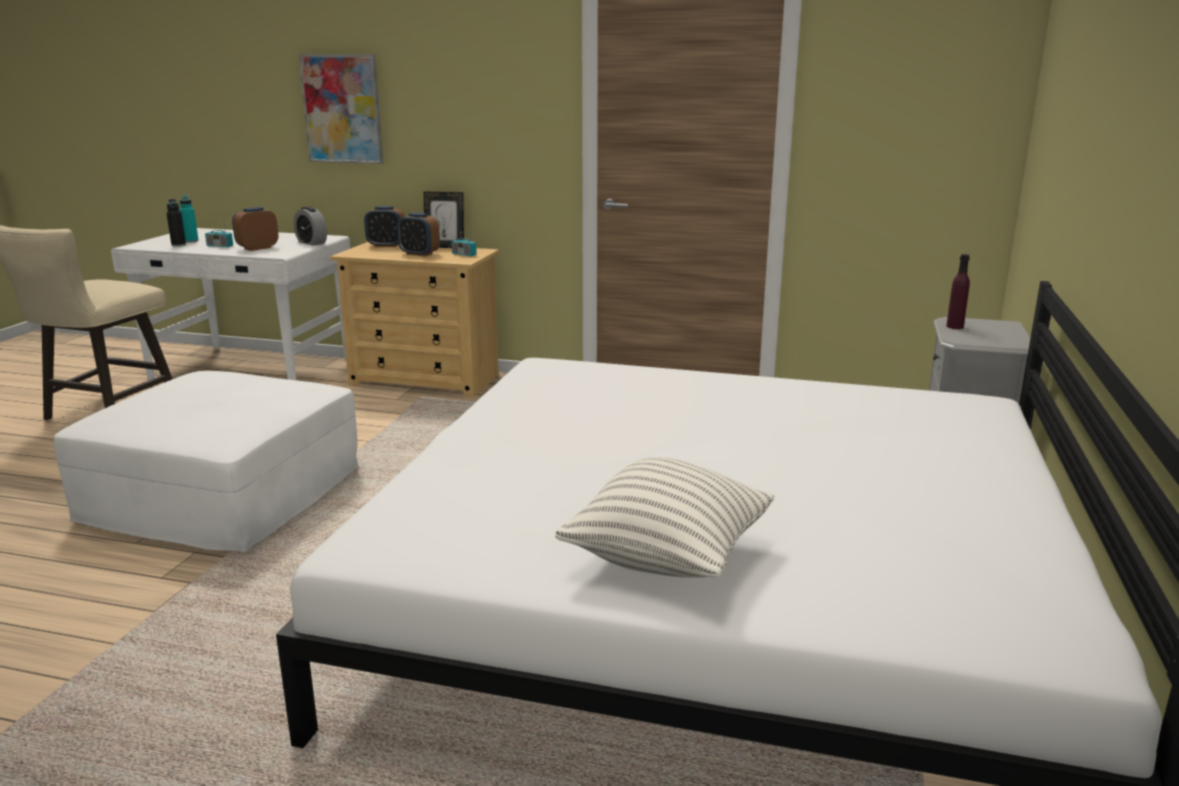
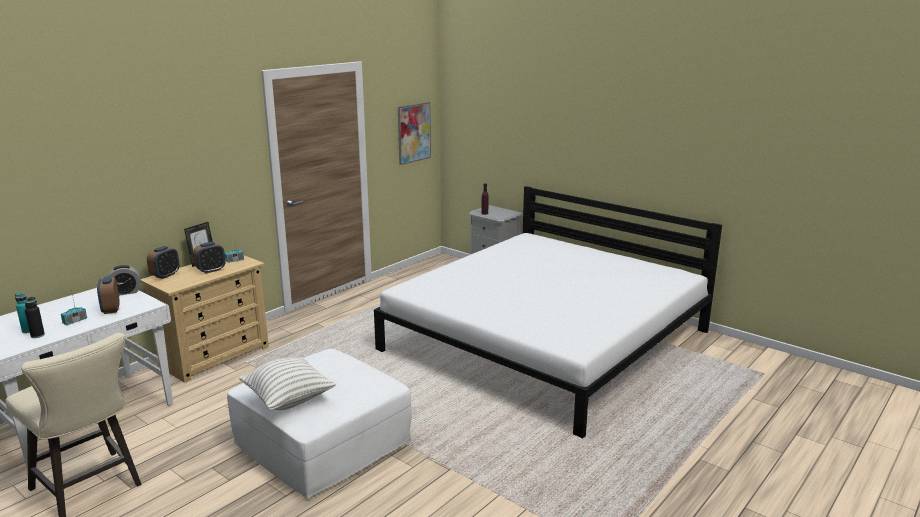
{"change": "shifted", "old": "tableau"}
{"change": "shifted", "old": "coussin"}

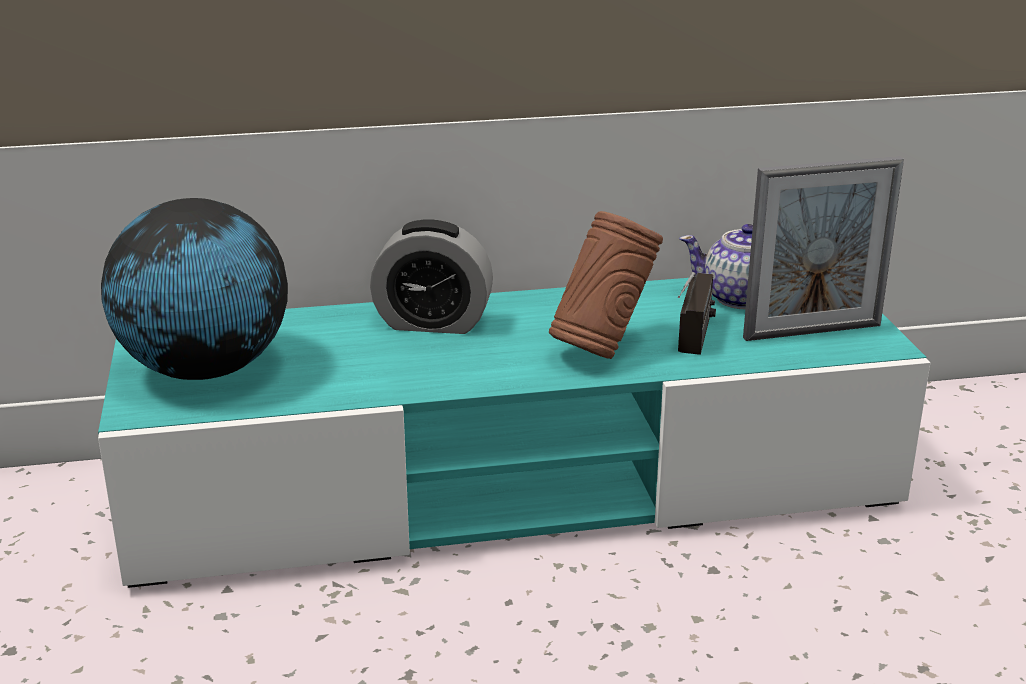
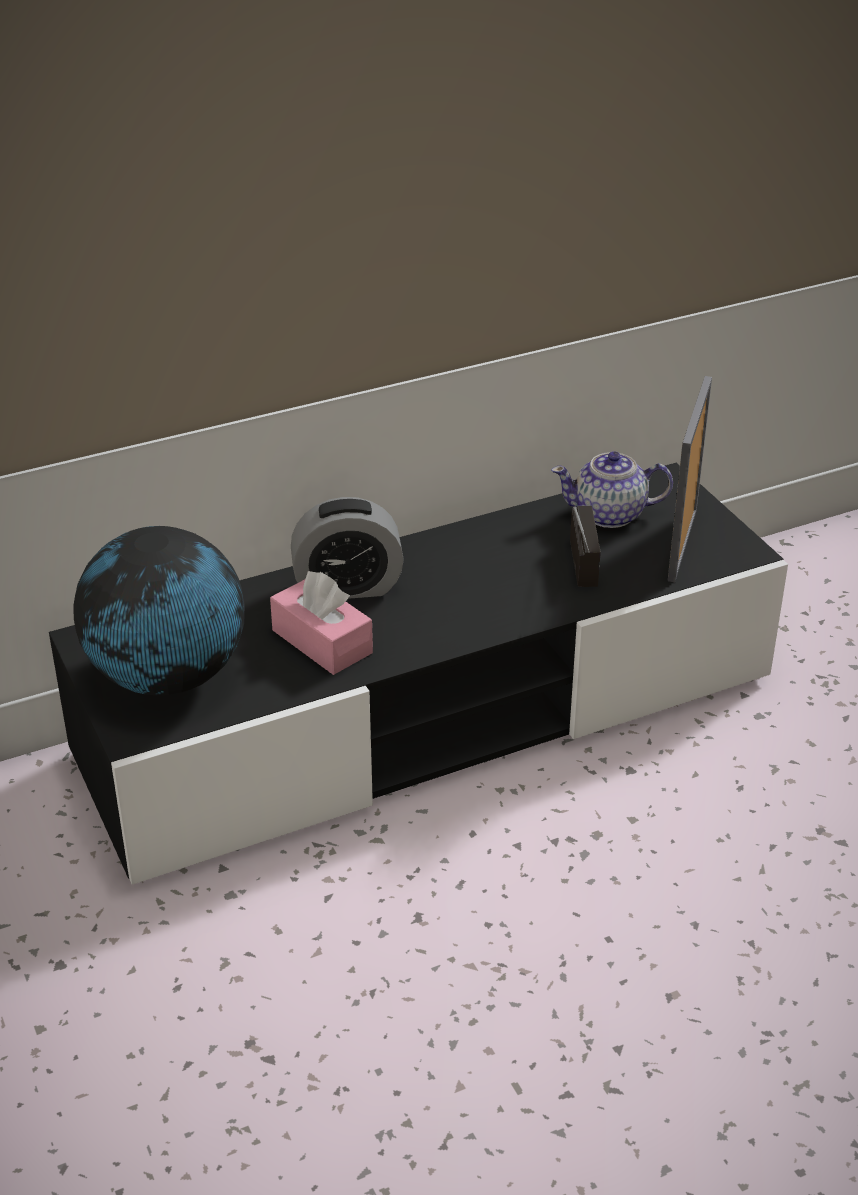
{"change": "rotated", "old": "cadre photo", "degrees": 135}
{"change": "gone", "old": "vase [marron]"}
{"change": "repainted", "old": "meuble télé [turquoise]", "new": "meuble télé [noir]"}
{"change": "new", "new": "boîte à mouchoirs [rose]"}

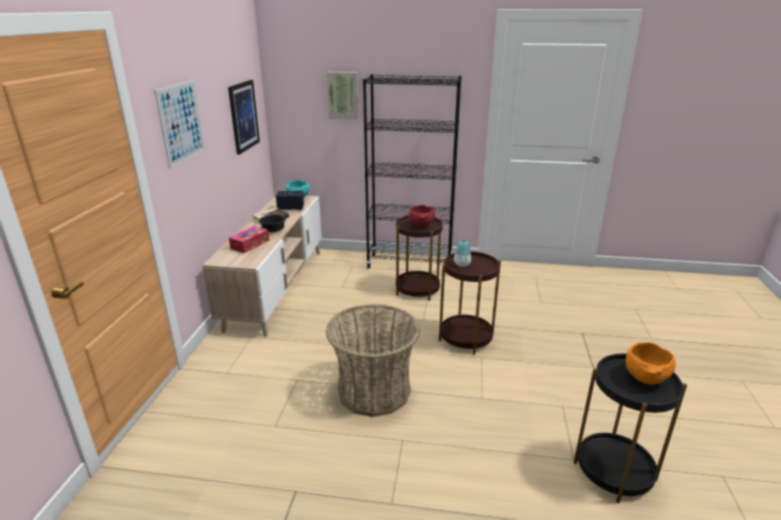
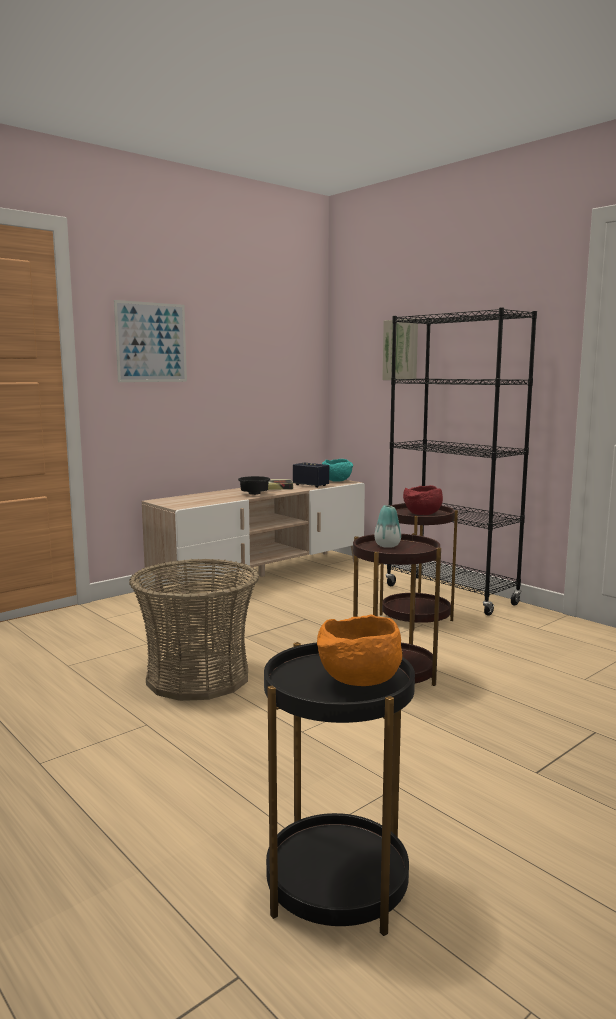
{"change": "gone", "old": "tableau (no. 2 from left)"}
{"change": "gone", "old": "boîte à mouchoirs"}

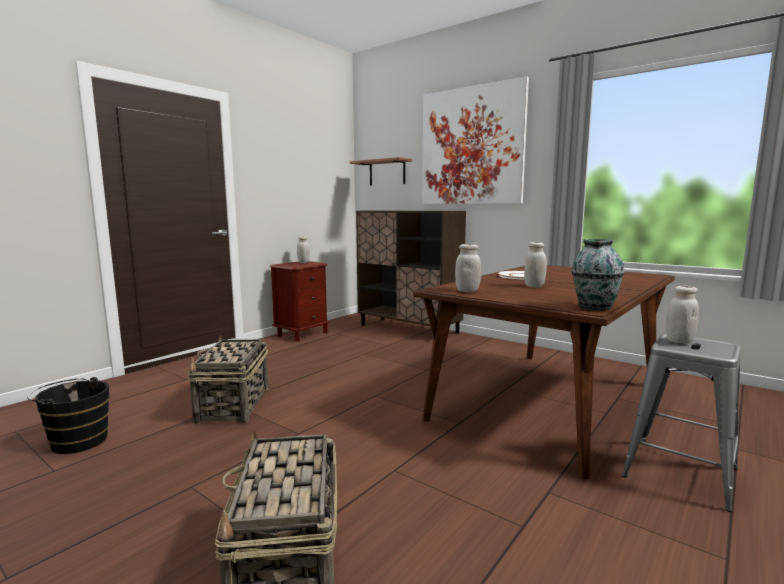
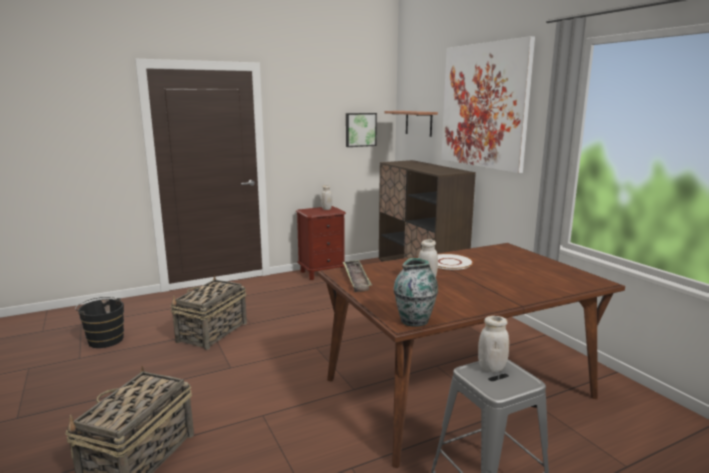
{"change": "swapped", "old": "bocal [blanc] (no. 2 from left)", "new": "plateau"}
{"change": "new", "new": "tableau (no. 1 from left)"}

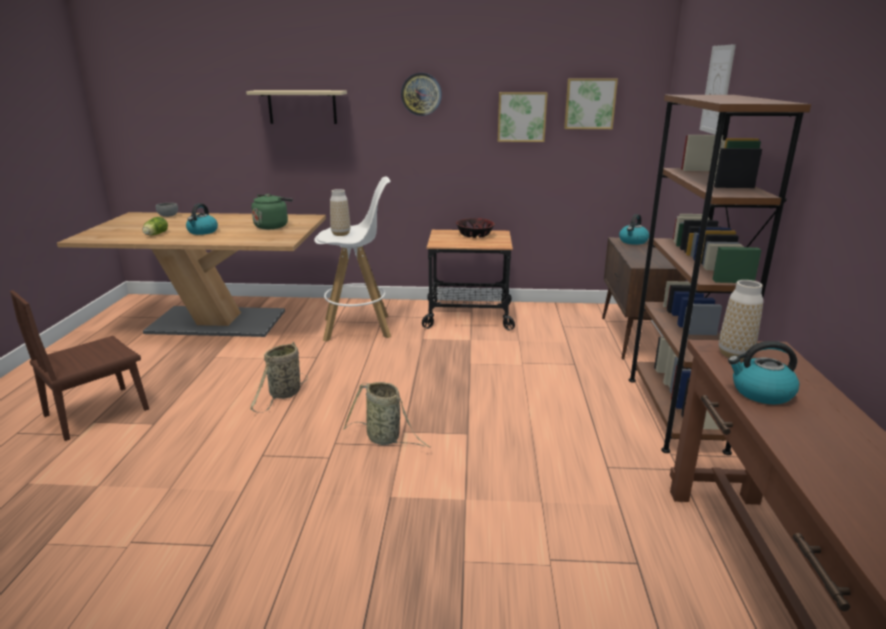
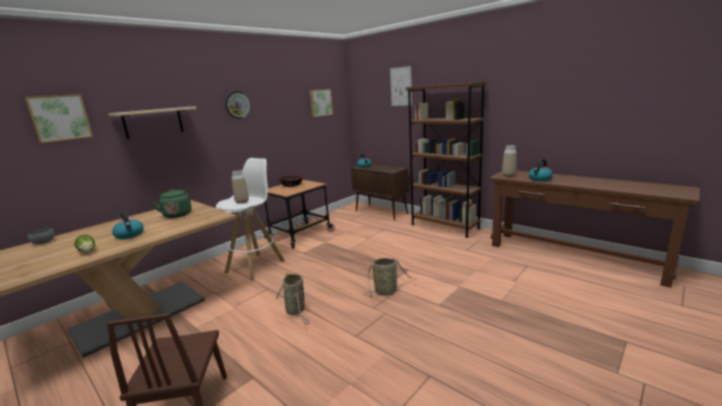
{"change": "shifted", "old": "tableau (no. 1 from left)"}

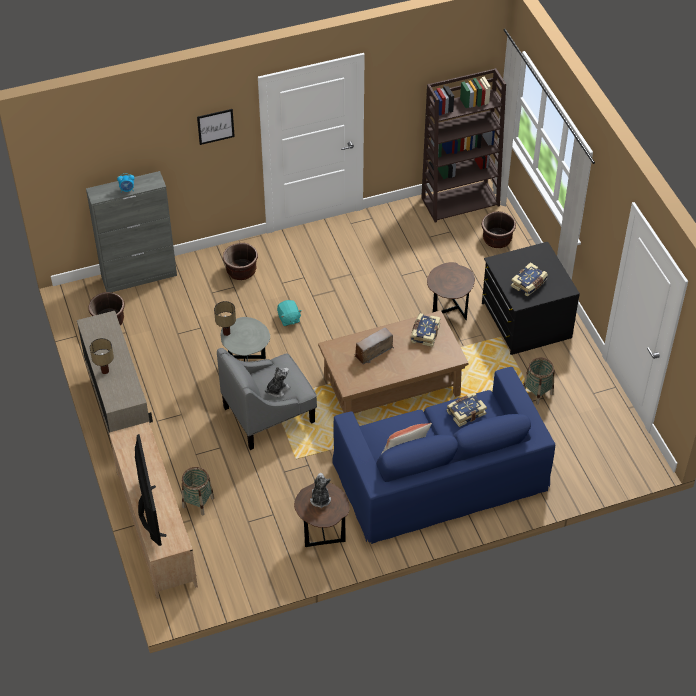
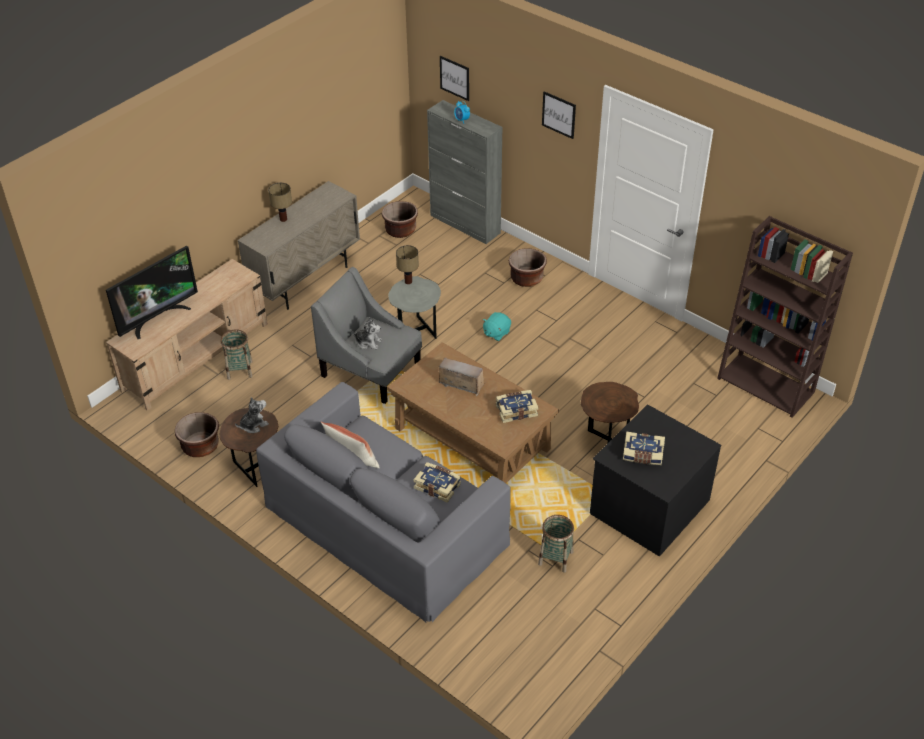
{"change": "shifted", "old": "cache-pot [marron] (no. 3 from left in the first image)", "new": "cache-pot [marron] (no. 1 from left)"}
{"change": "repainted", "old": "canapé [bleu]", "new": "canapé [gris]"}
{"change": "new", "new": "tableau (no. 1 from left)"}

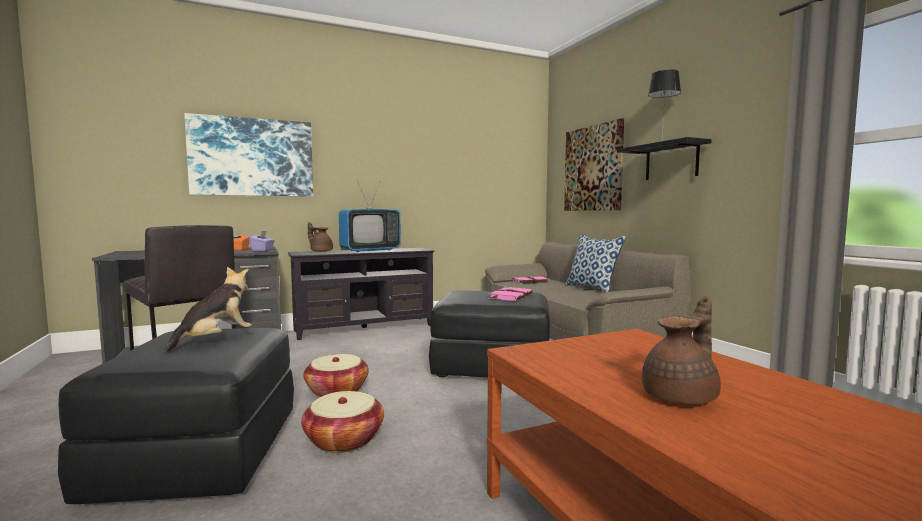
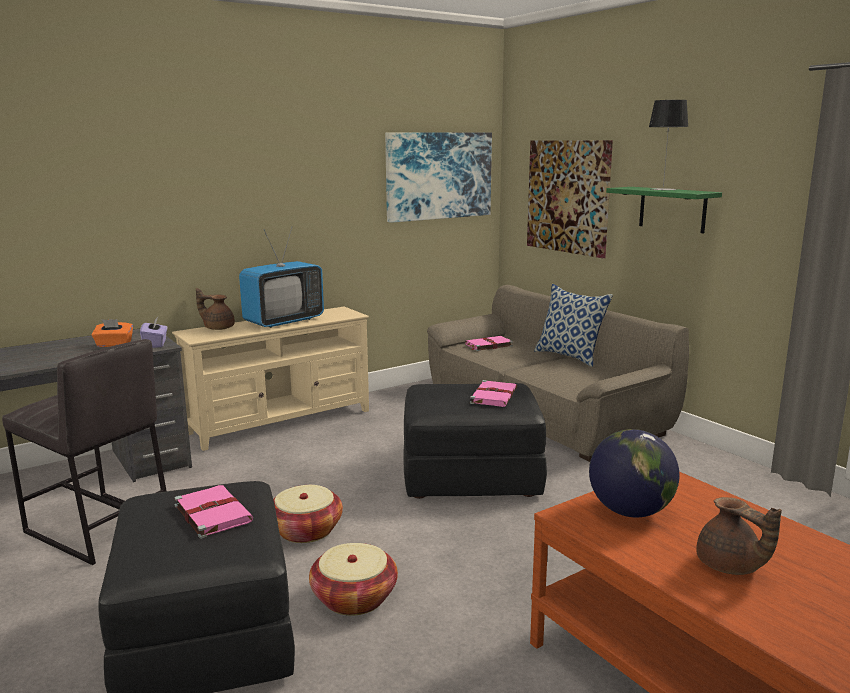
{"change": "shifted", "old": "tableau (no. 1 from left)"}
{"change": "repainted", "old": "étagère [noir]", "new": "étagère [vert]"}
{"change": "repainted", "old": "meuble télé [noir]", "new": "meuble télé [beige]"}
{"change": "swapped", "old": "peluche", "new": "livre [rose] (no. 1 from left)"}
{"change": "rotated", "old": "théière [marron] (no. 2 from left)", "degrees": 105}
{"change": "new", "new": "globe"}

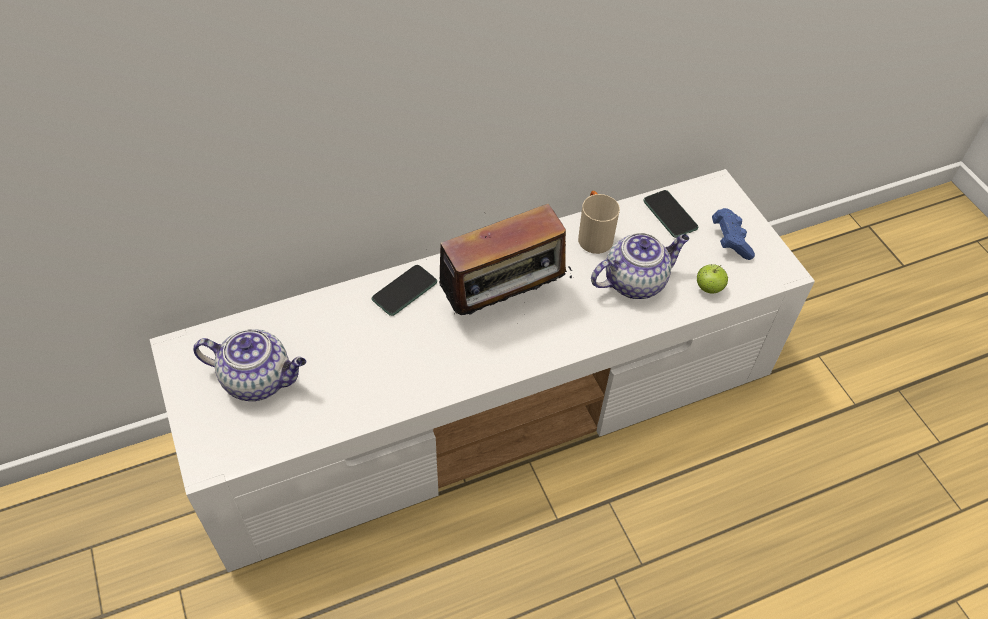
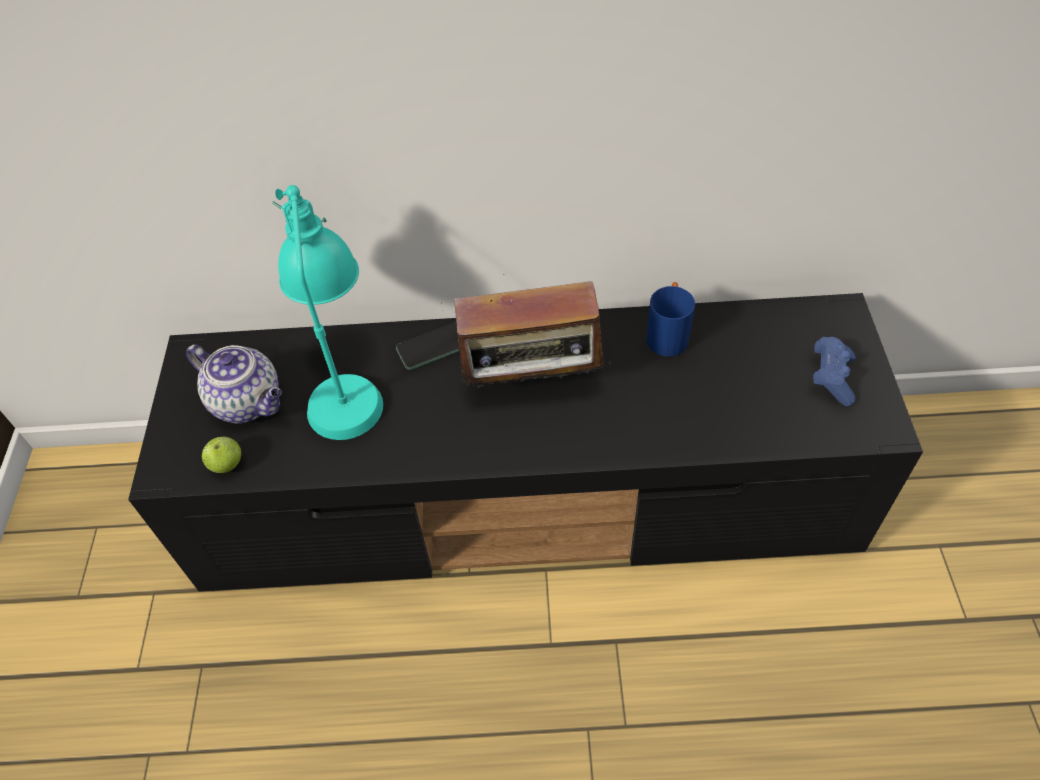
{"change": "repainted", "old": "meuble télé [blanc]", "new": "meuble télé [noir]"}
{"change": "gone", "old": "téléphone (no. 2 from left)"}
{"change": "repainted", "old": "mug [beige]", "new": "mug [bleu]"}
{"change": "gone", "old": "théière (no. 2 from left)"}
{"change": "shifted", "old": "pomme"}
{"change": "new", "new": "lampe de table [turquoise]"}

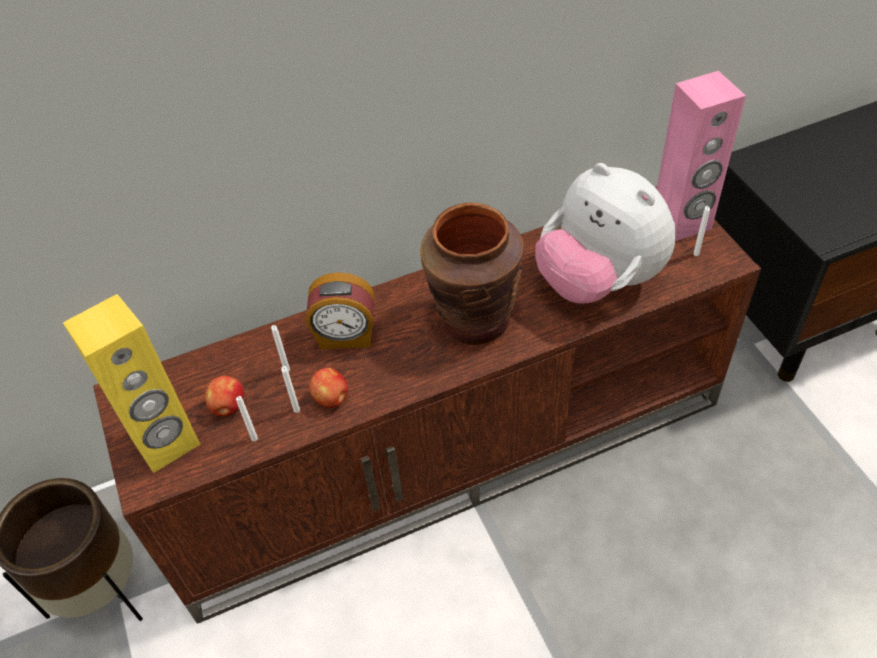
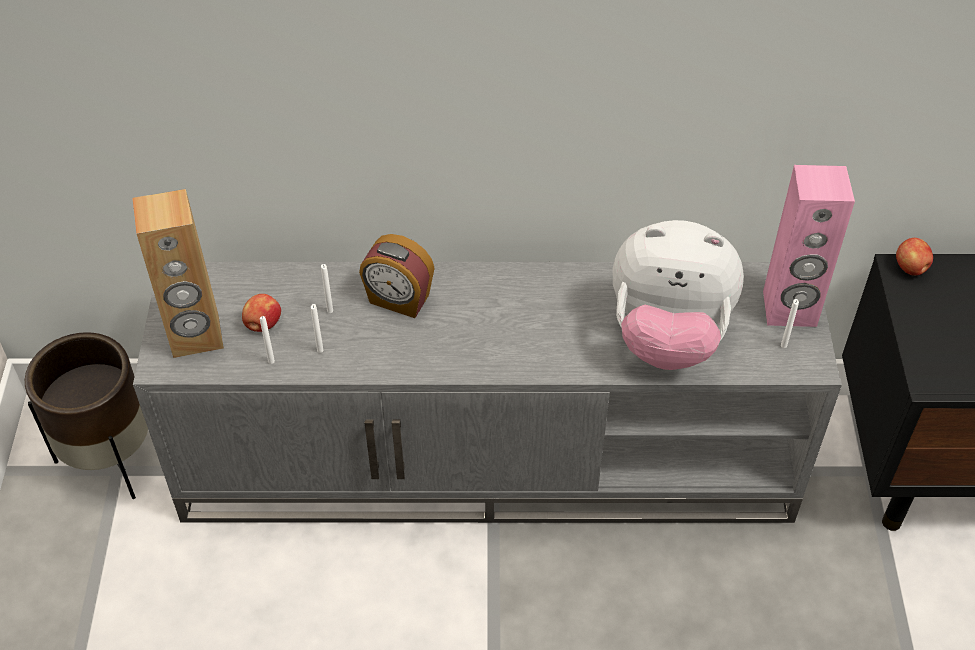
{"change": "rotated", "old": "peluche", "degrees": -60}
{"change": "repainted", "old": "meuble télé [marron]", "new": "meuble télé [gris]"}
{"change": "gone", "old": "vase [marron]"}
{"change": "repainted", "old": "enceinte [jaune]", "new": "enceinte [marron]"}
{"change": "shifted", "old": "pomme (no. 2 from left)"}

